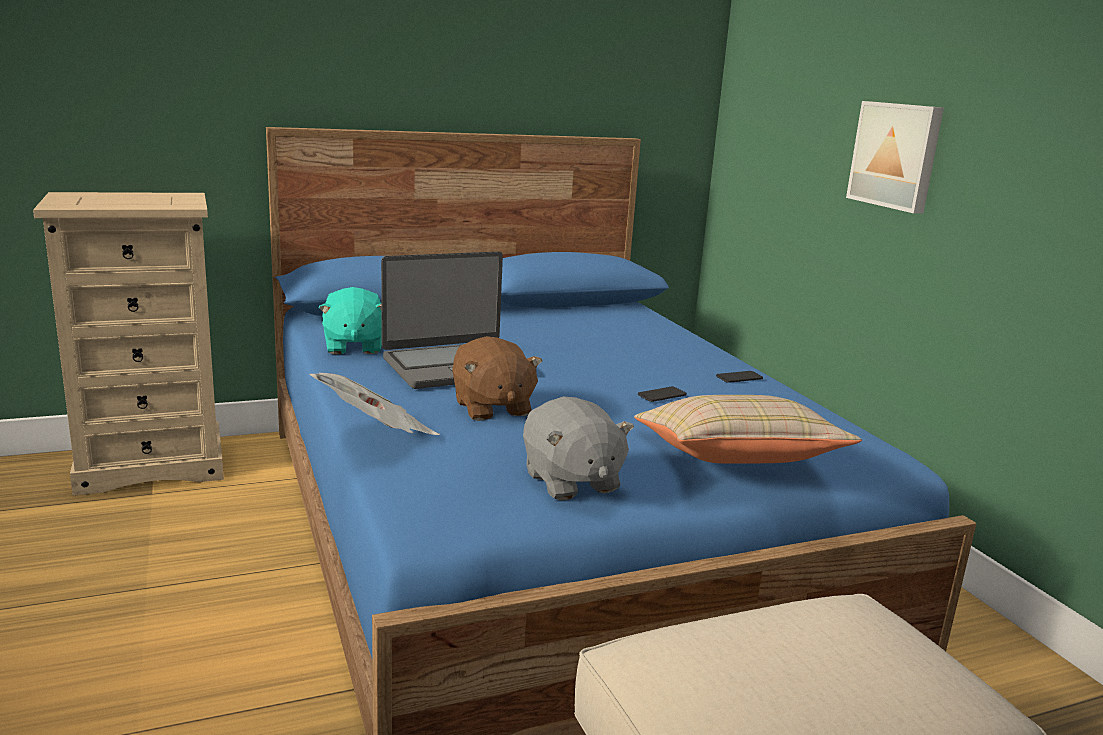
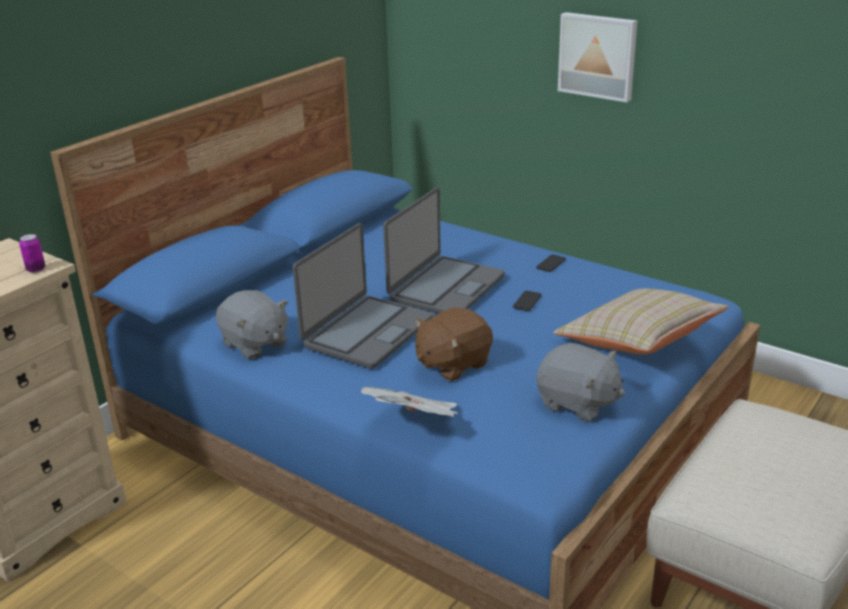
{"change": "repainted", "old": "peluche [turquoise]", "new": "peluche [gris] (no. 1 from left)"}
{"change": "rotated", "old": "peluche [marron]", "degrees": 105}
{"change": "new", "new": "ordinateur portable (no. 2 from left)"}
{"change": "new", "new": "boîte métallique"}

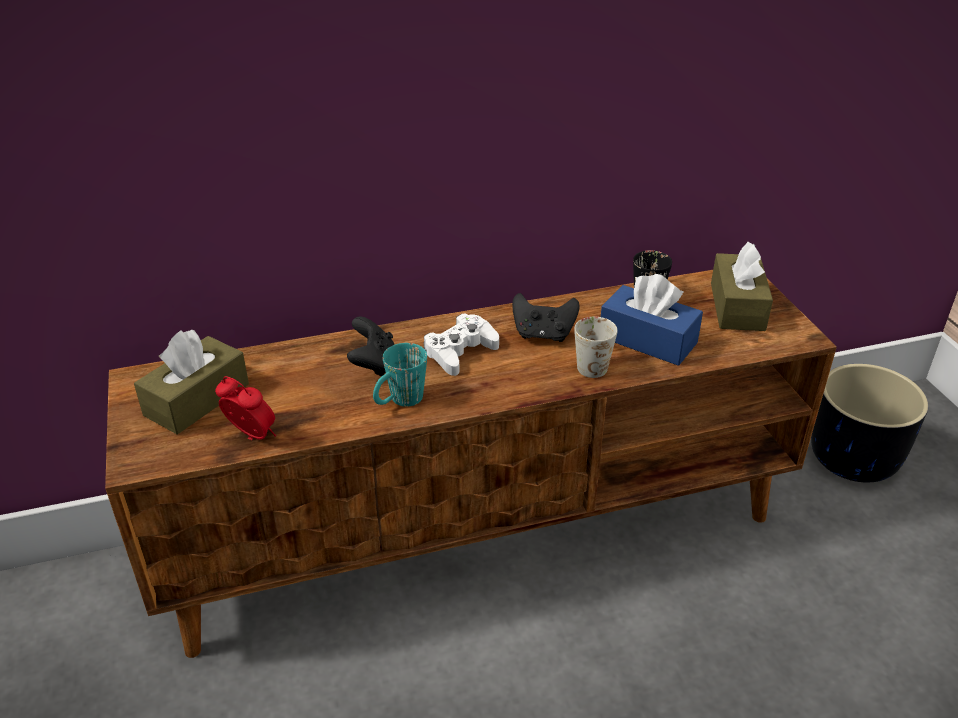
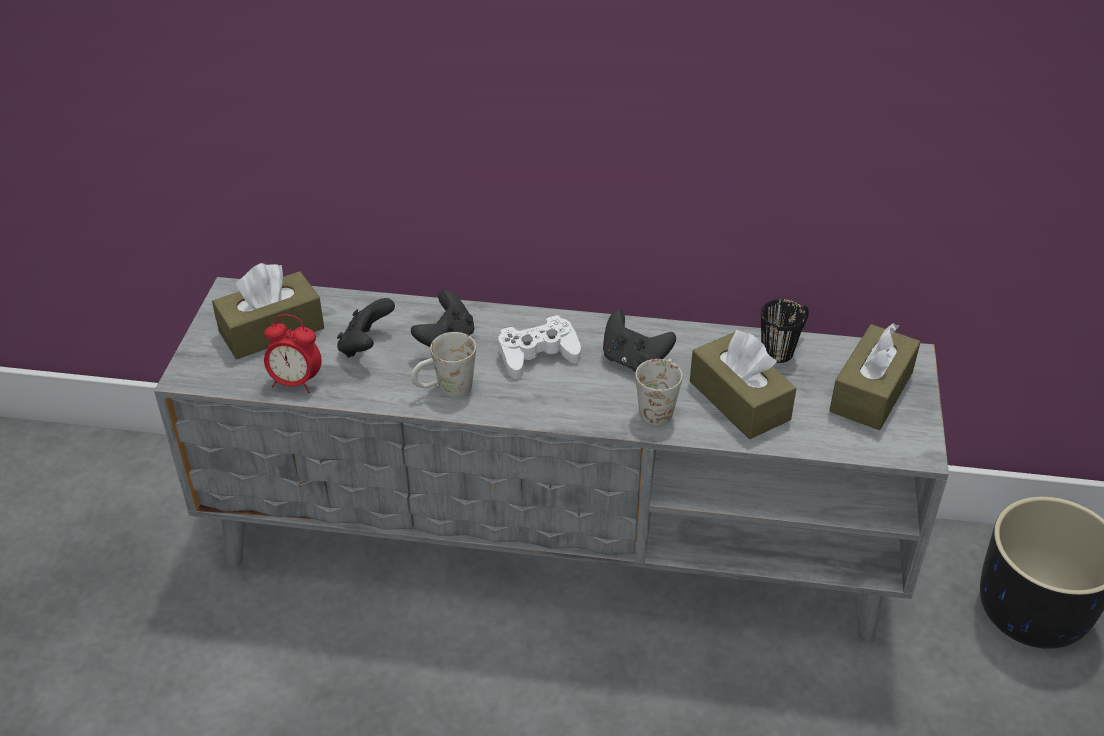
{"change": "repainted", "old": "meuble télé [marron]", "new": "meuble télé [gris]"}
{"change": "repainted", "old": "boîte à mouchoirs [bleu]", "new": "boîte à mouchoirs [marron] (no. 2 from left)"}
{"change": "repainted", "old": "mug [turquoise]", "new": "mug [blanc] (no. 1 from left)"}
{"change": "rotated", "old": "réveil", "degrees": 135}
{"change": "new", "new": "manette [noir] (no. 1 from left)"}

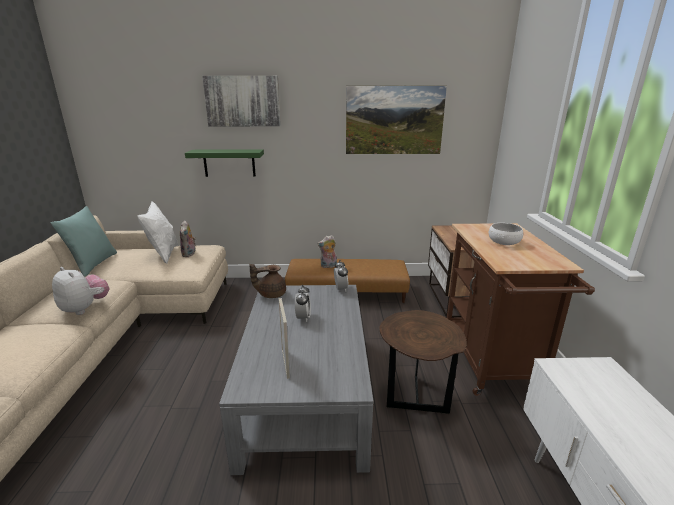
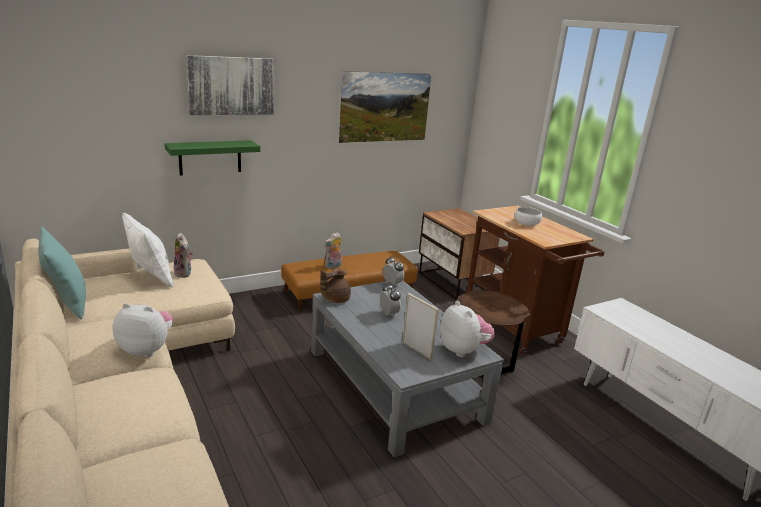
{"change": "new", "new": "peluche (no. 4 from left)"}

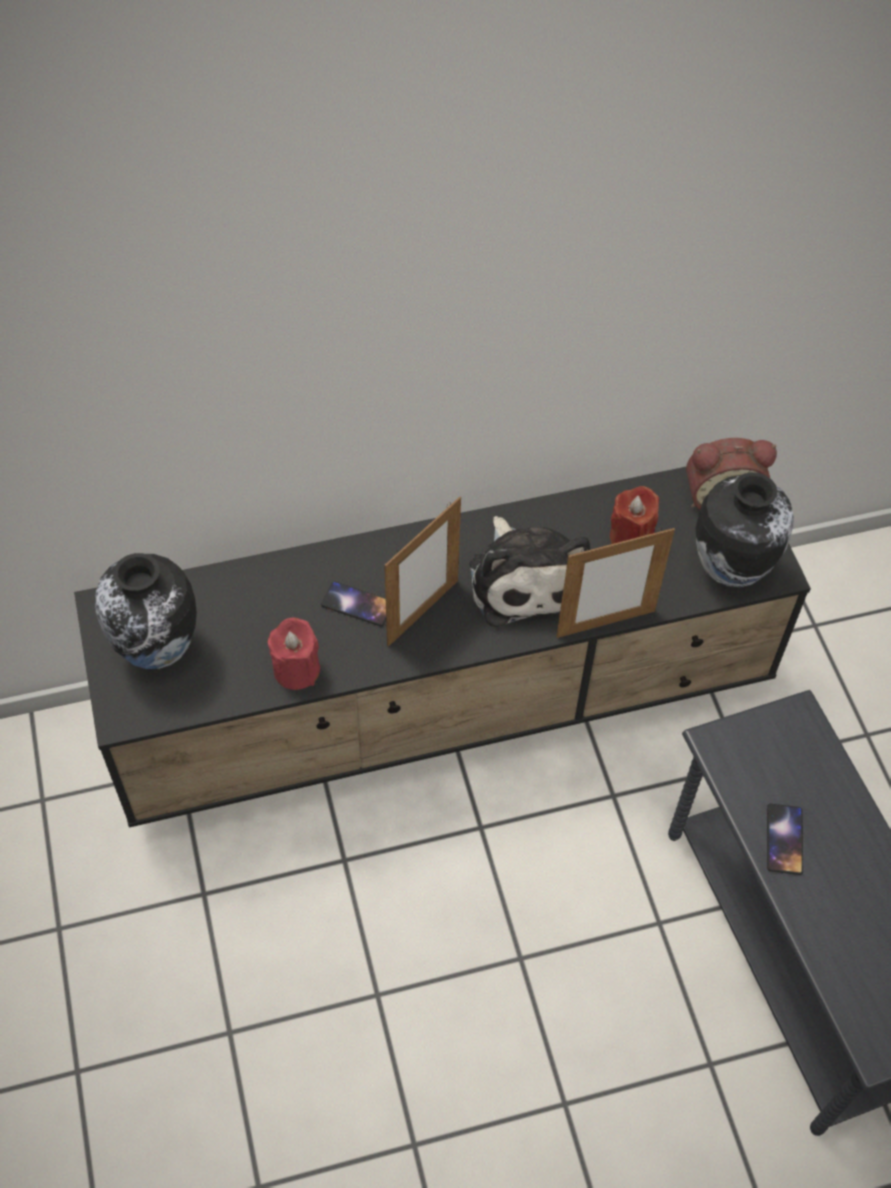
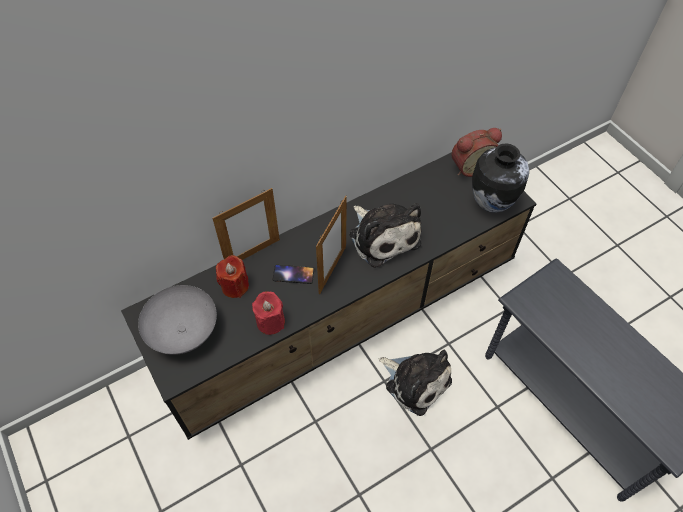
{"change": "shifted", "old": "bougie [rouge] (no. 2 from left in the first image)", "new": "bougie [rouge] (no. 1 from left)"}
{"change": "shifted", "old": "cadre photo (no. 2 from left in the first image)", "new": "cadre photo (no. 1 from left)"}
{"change": "swapped", "old": "vase (no. 1 from left)", "new": "bol [gris]"}
{"change": "gone", "old": "téléphone (no. 2 from left)"}
{"change": "new", "new": "peluche (no. 2 from left)"}

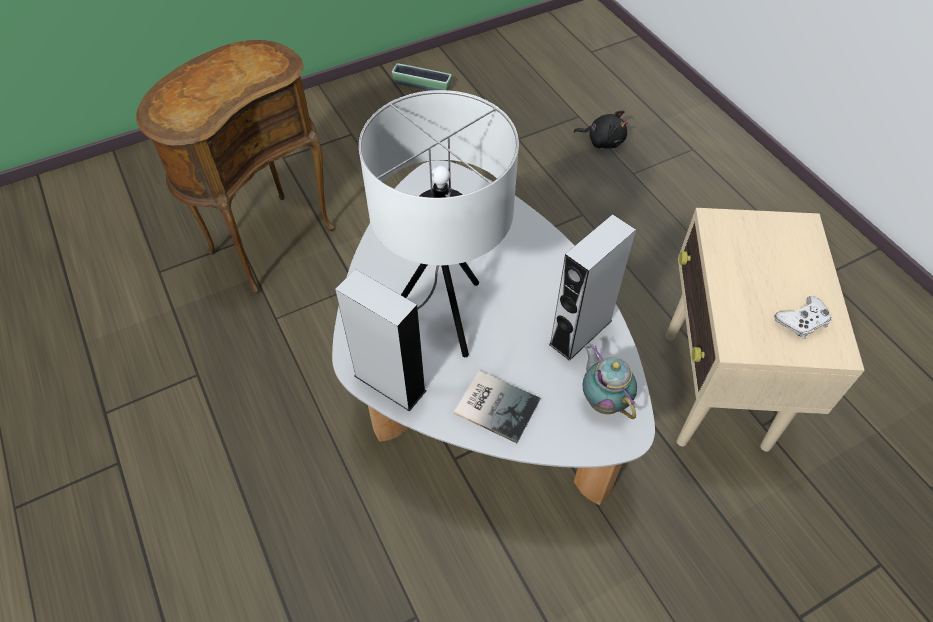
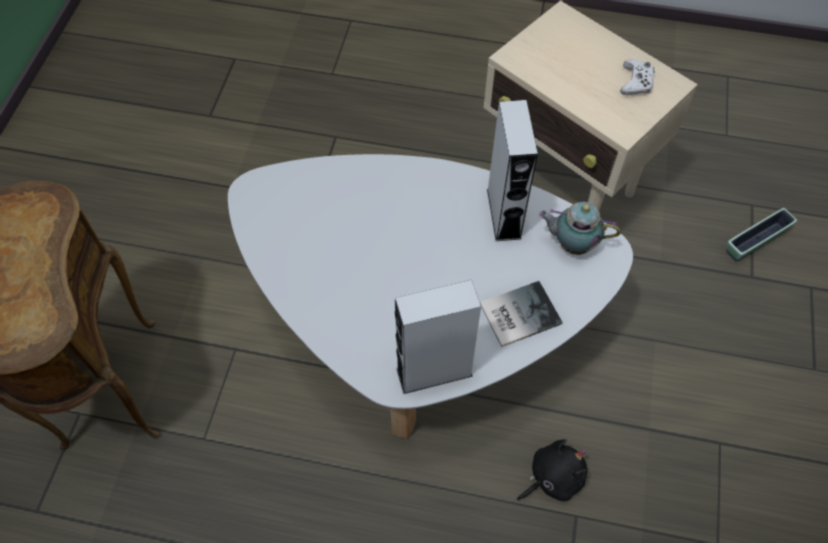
{"change": "shifted", "old": "cache-pot"}
{"change": "gone", "old": "lampe de table [blanc]"}
{"change": "shifted", "old": "peluche [noir]"}

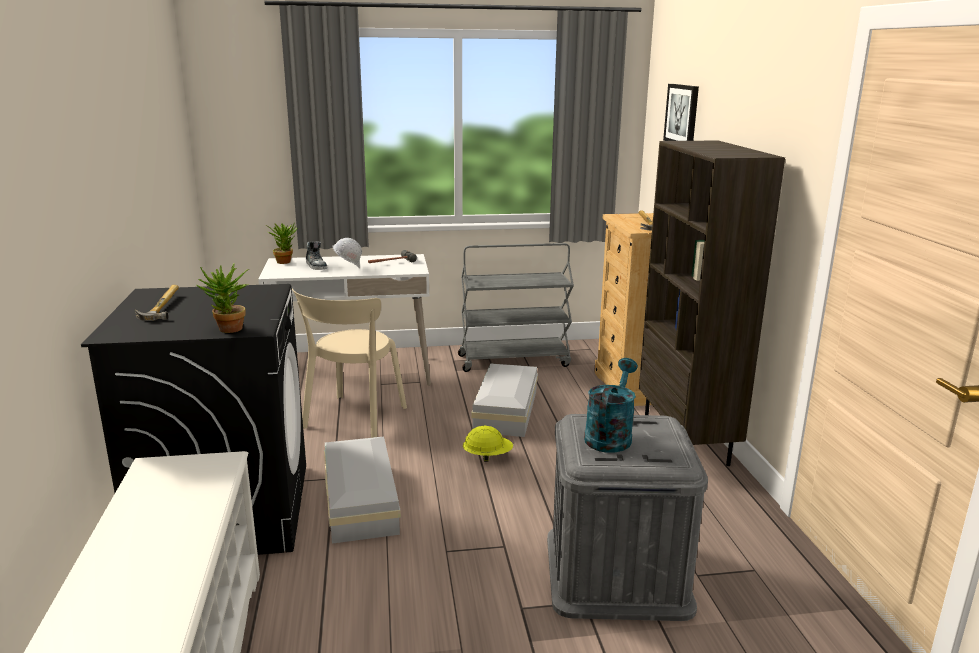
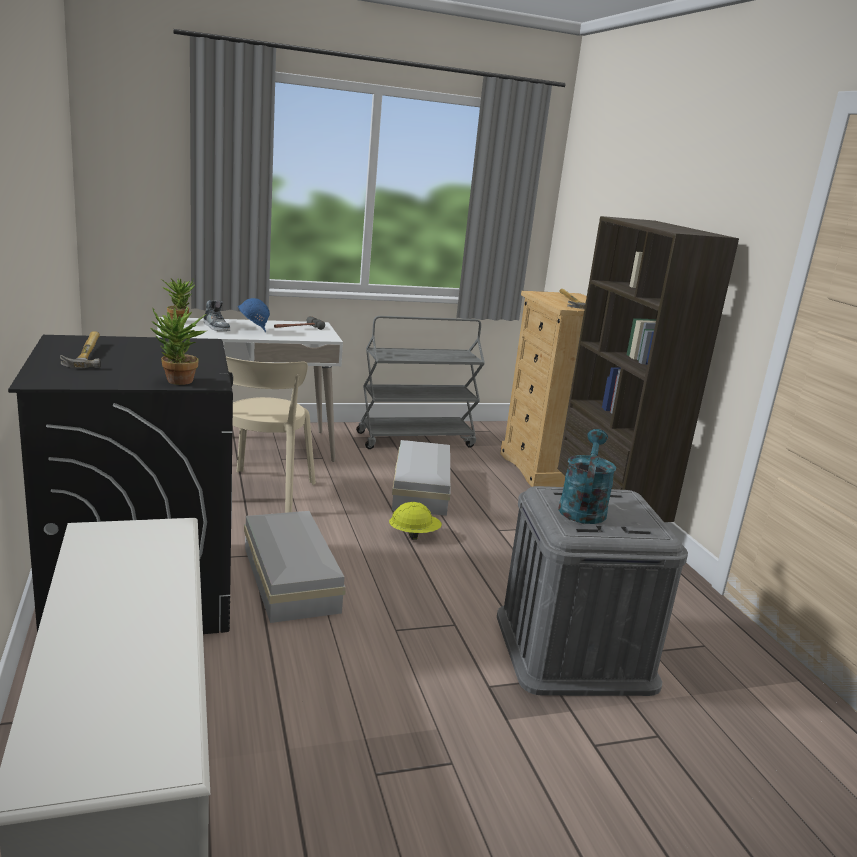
{"change": "gone", "old": "tableau"}
{"change": "repainted", "old": "casque de chantier [blanc]", "new": "casque de chantier [bleu]"}

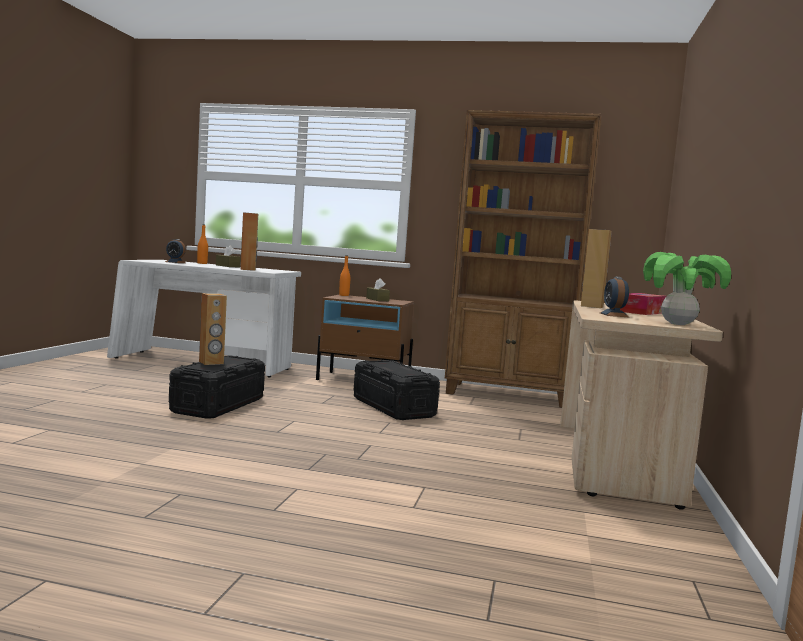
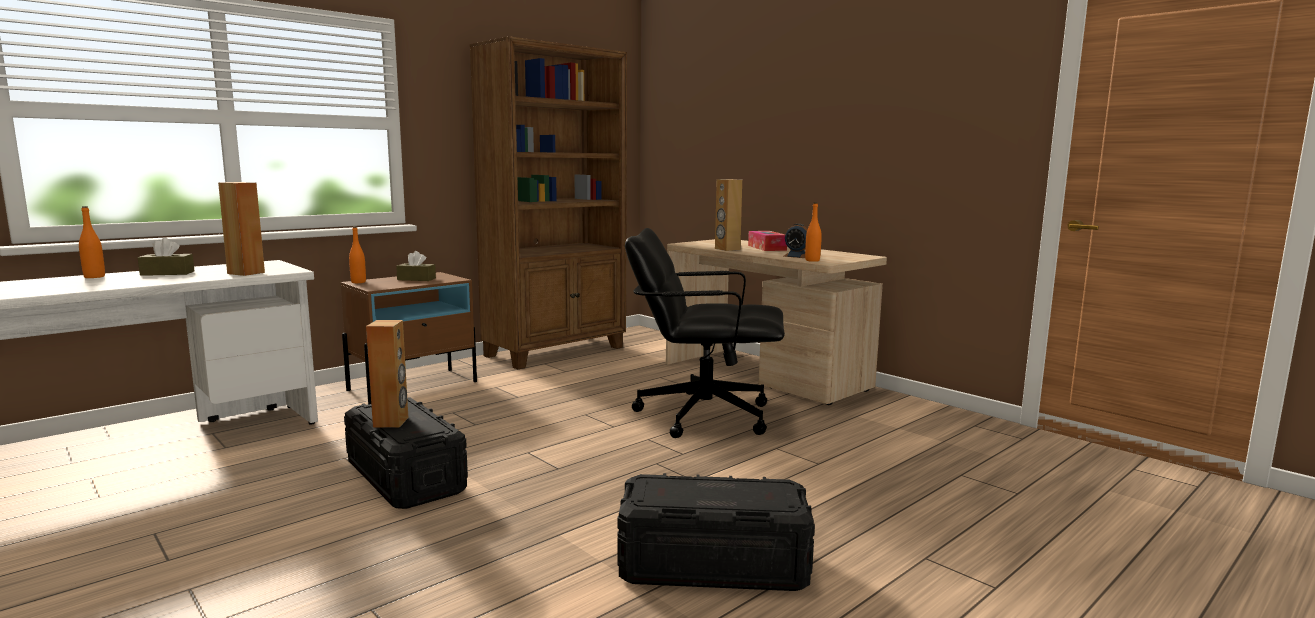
{"change": "gone", "old": "réveil (no. 1 from left)"}
{"change": "gone", "old": "plante en pot"}
{"change": "shifted", "old": "boîte de rangement [noir] (no. 2 from left)"}
{"change": "new", "new": "bouteille [orange] (no. 3 from left)"}
{"change": "new", "new": "chaise de bureau [noir]"}

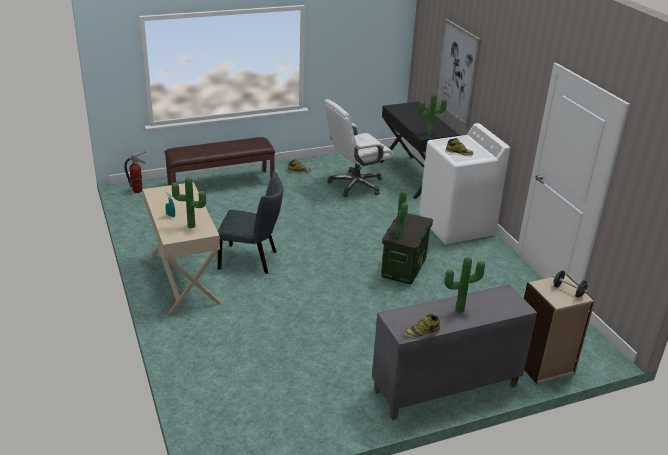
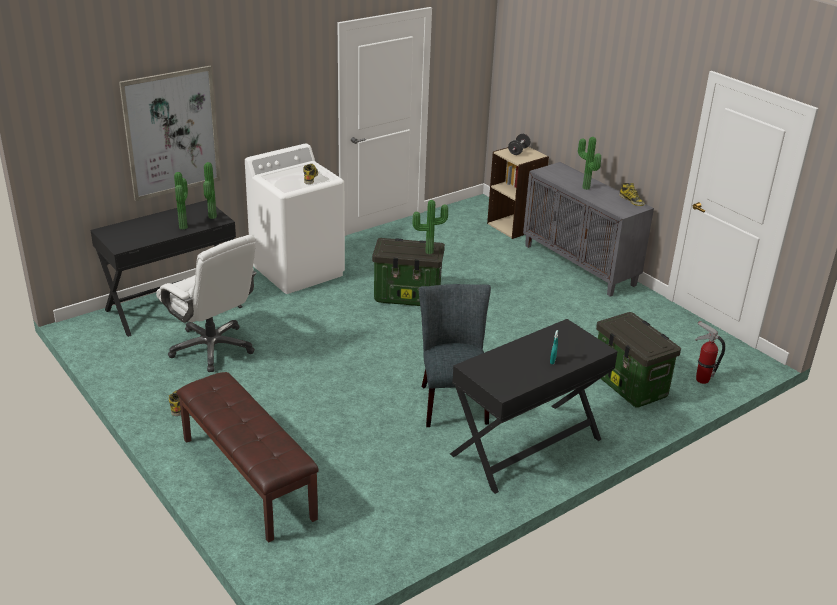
{"change": "shifted", "old": "extincteur"}
{"change": "shifted", "old": "plante en pot (no. 1 from left)"}
{"change": "repainted", "old": "bureau [beige]", "new": "bureau [noir] (no. 2 from left)"}
{"change": "new", "new": "boîte de rangement (no. 2 from left)"}

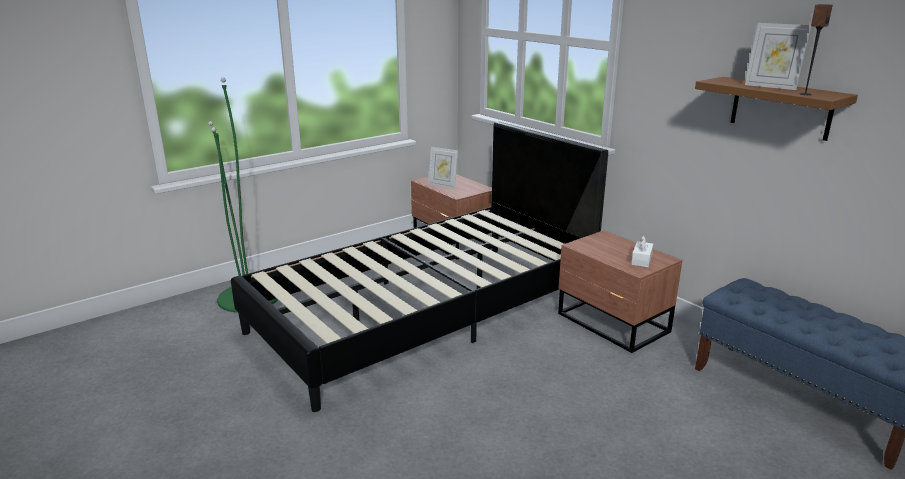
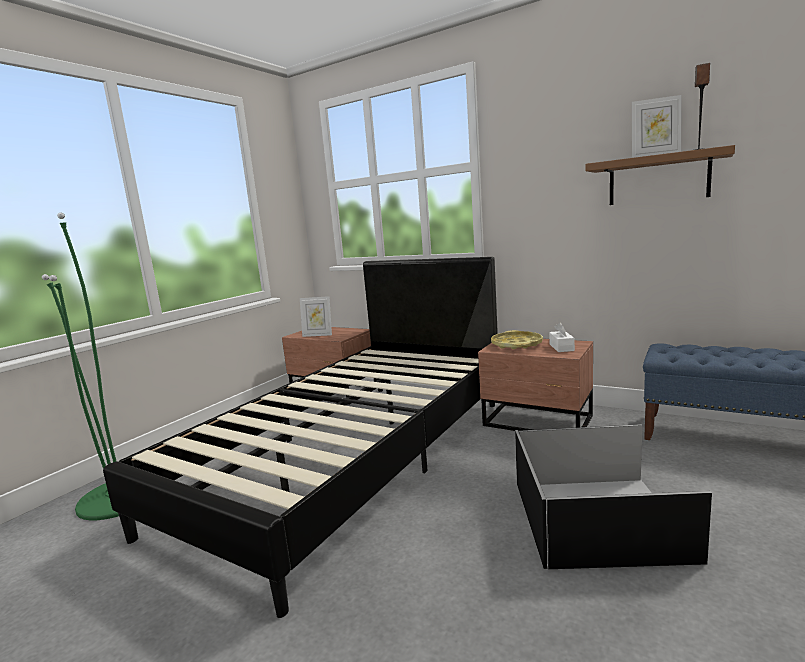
{"change": "new", "new": "plateau [jaune]"}
{"change": "new", "new": "boîte de rangement [noir]"}

